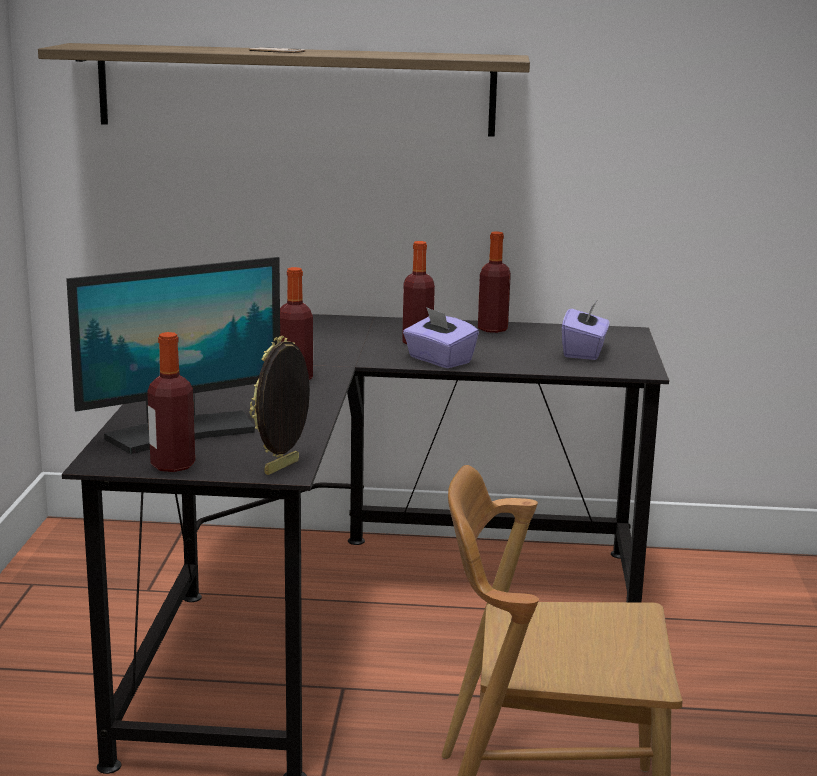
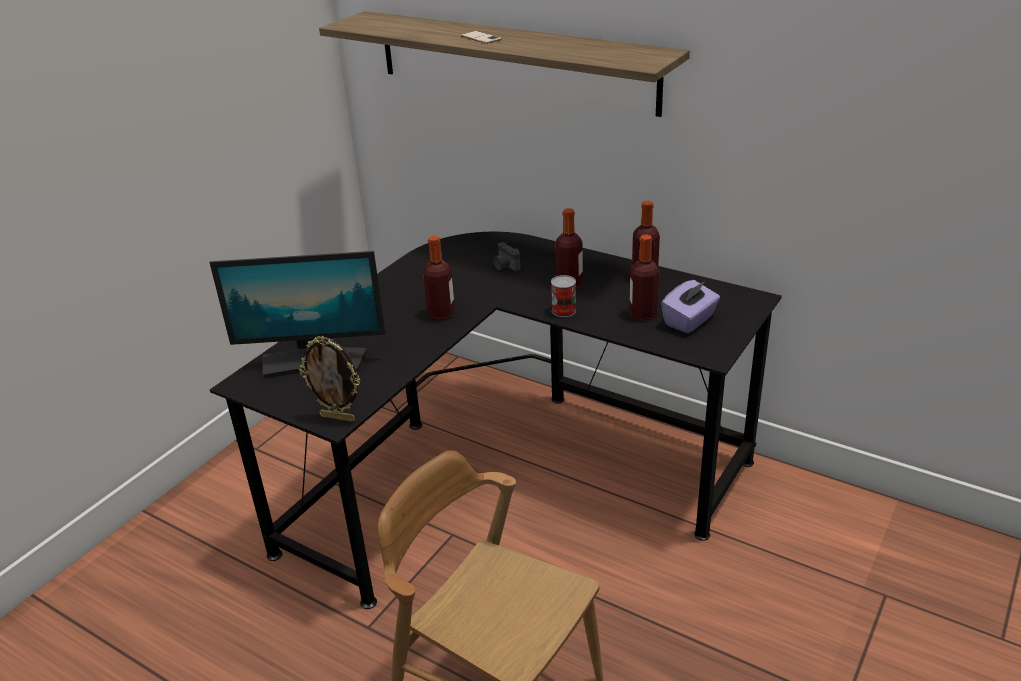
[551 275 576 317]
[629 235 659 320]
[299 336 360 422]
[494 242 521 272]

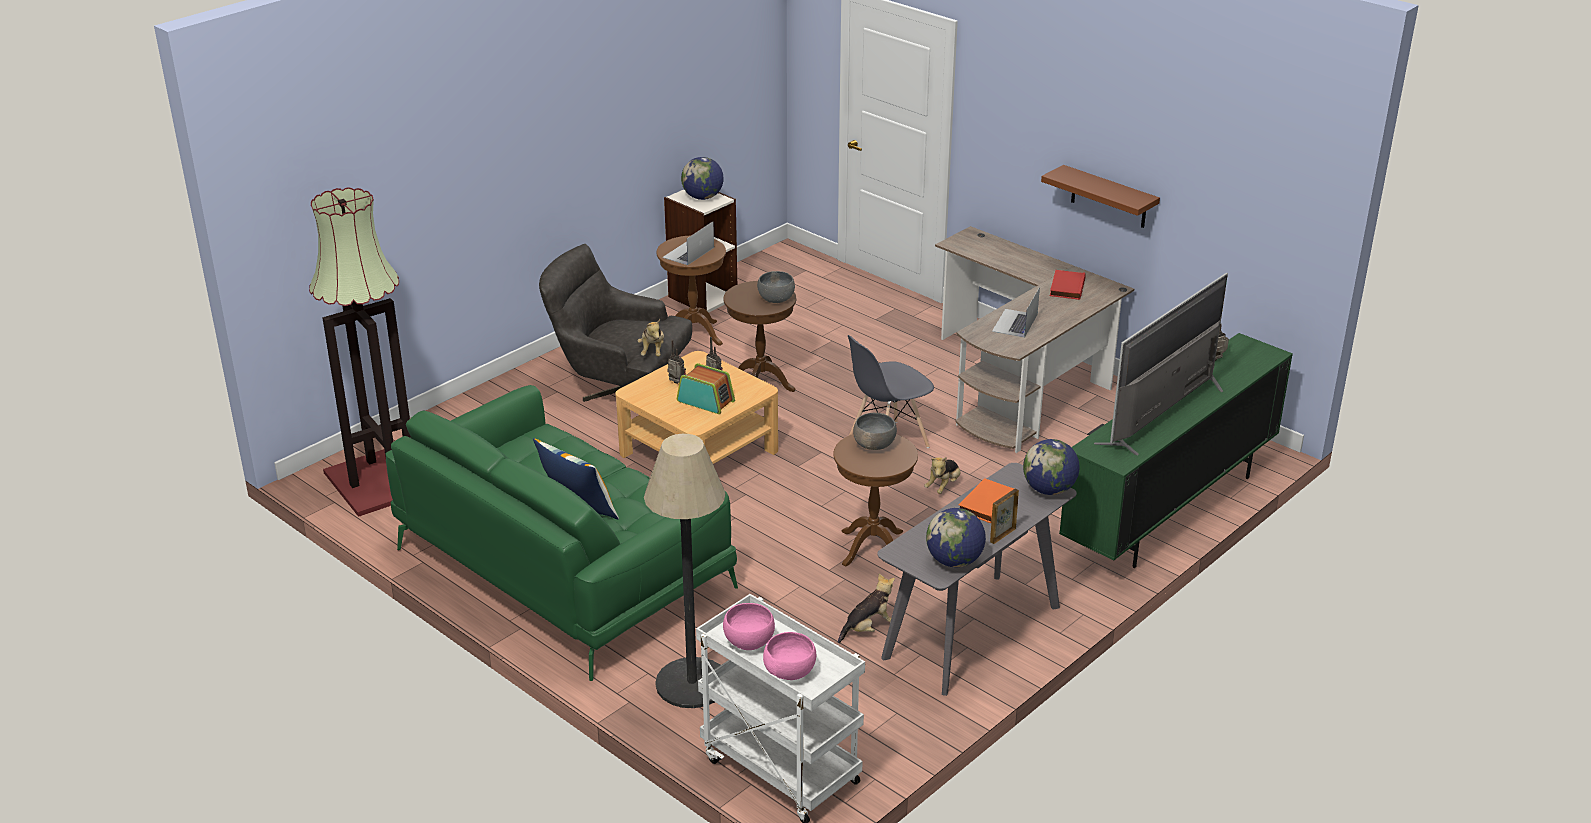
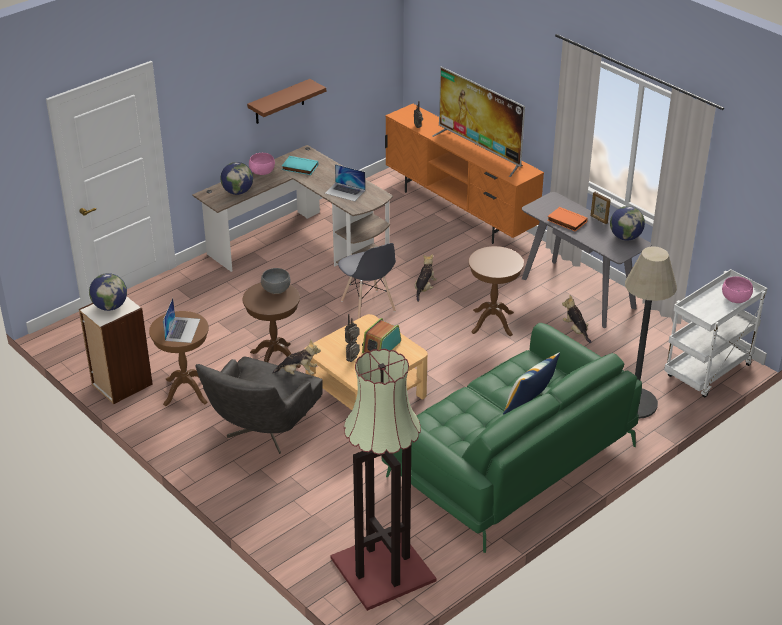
[163 298 200 343]
[282 156 318 175]
[385 104 544 244]
[853 413 897 450] (first image)
[220 162 253 195]
[415 254 437 302]
[249 153 275 175]

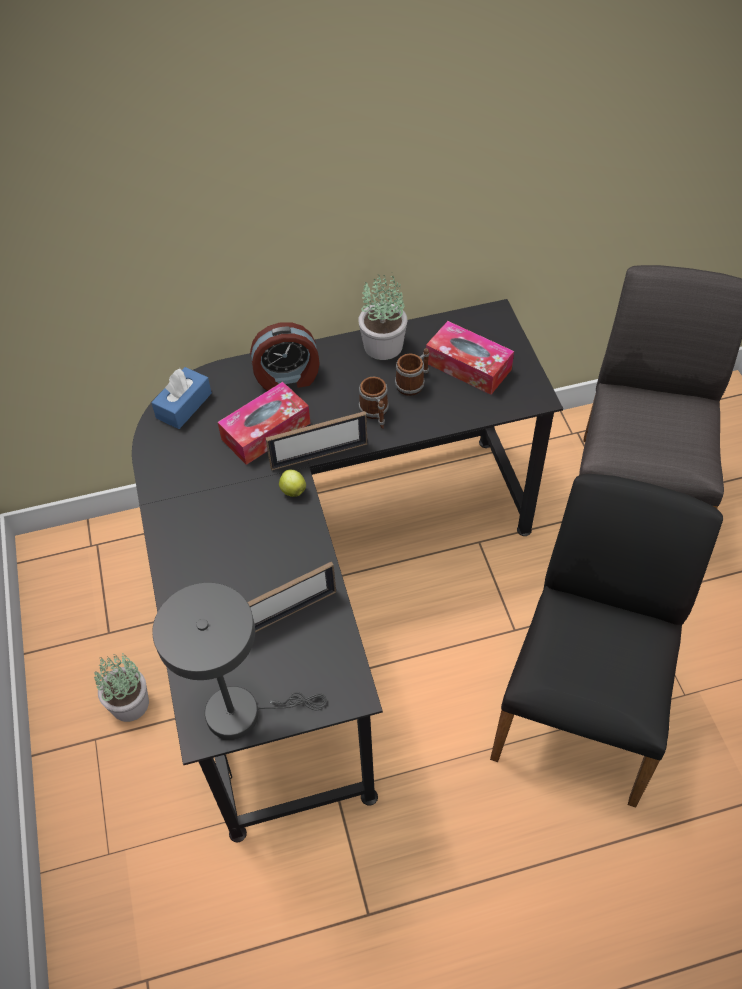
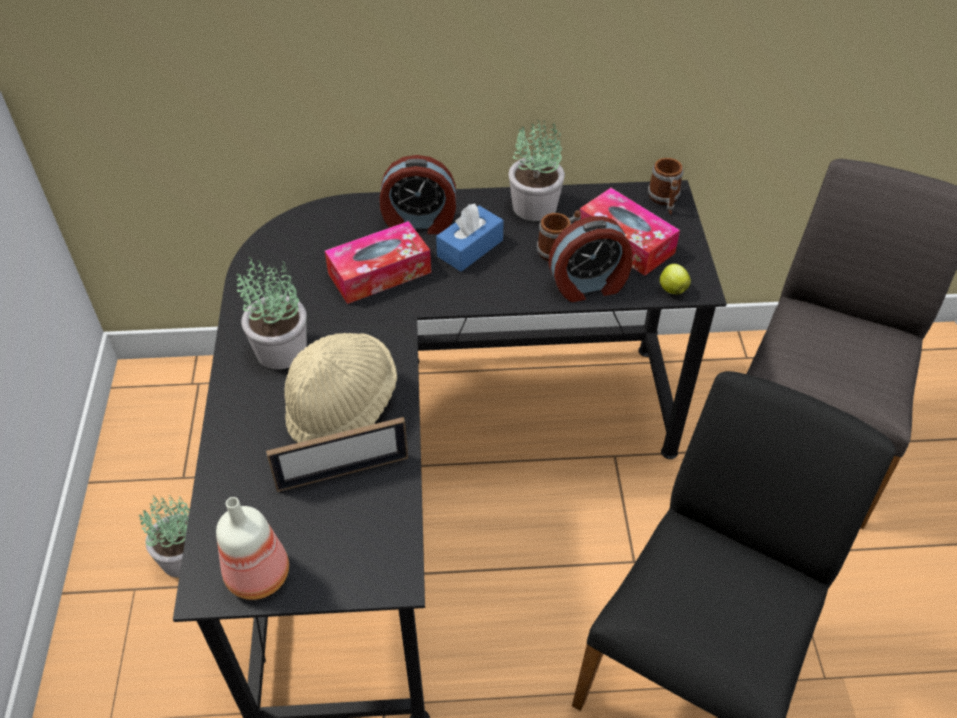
[436 204 504 272]
[648 158 683 215]
[265 411 368 470] (first image)
[660 264 691 294]
[216 497 289 600]
[549 216 633 302]
[236 256 307 370]
[284 333 397 443]

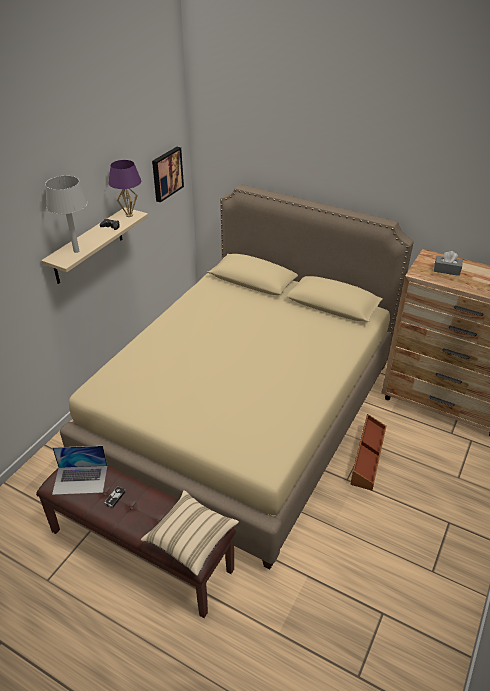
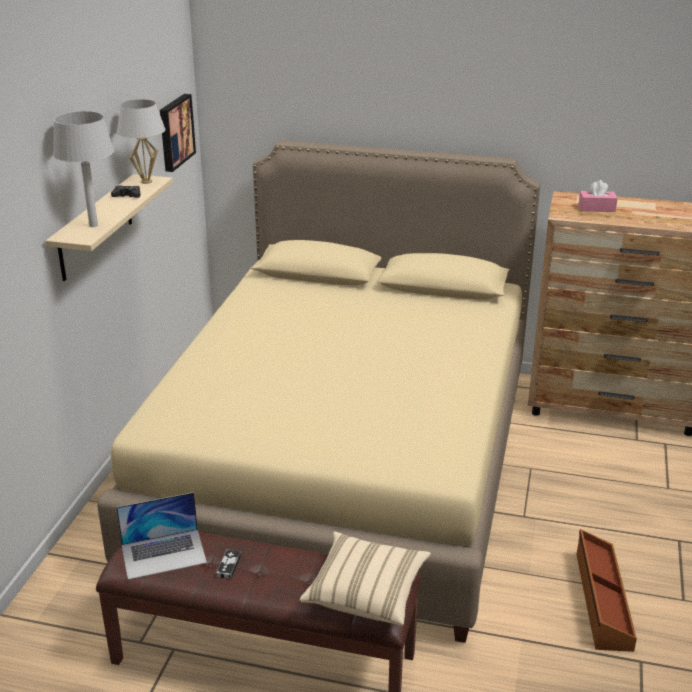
[117 99 165 184]
[578 180 618 212]
[577 529 637 652]

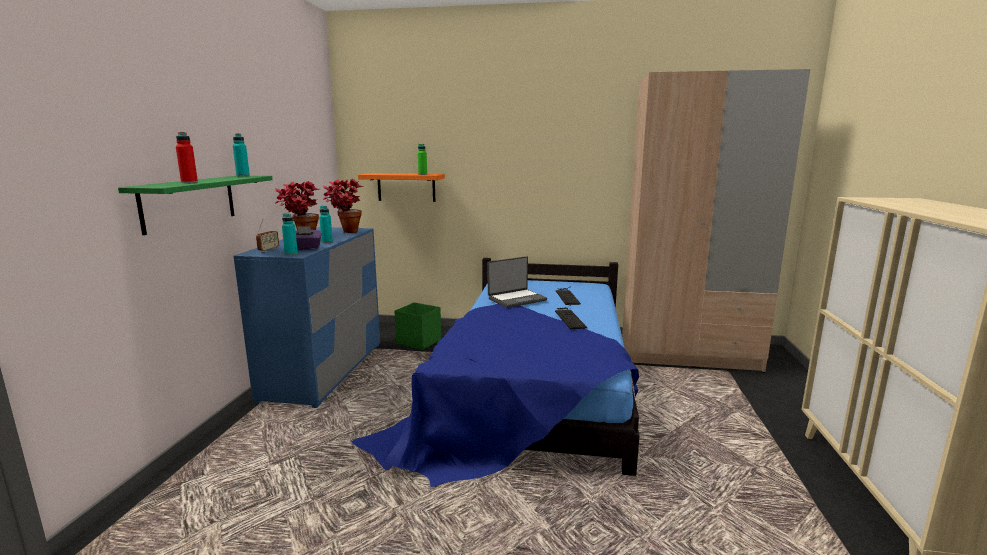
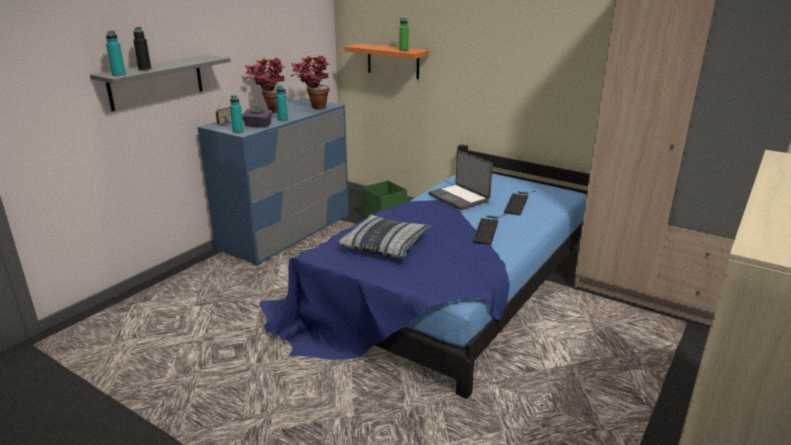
[133 27 152 71]
[106 30 126 76]
[90 55 231 111]
[428 150 493 210]
[337 214 431 258]

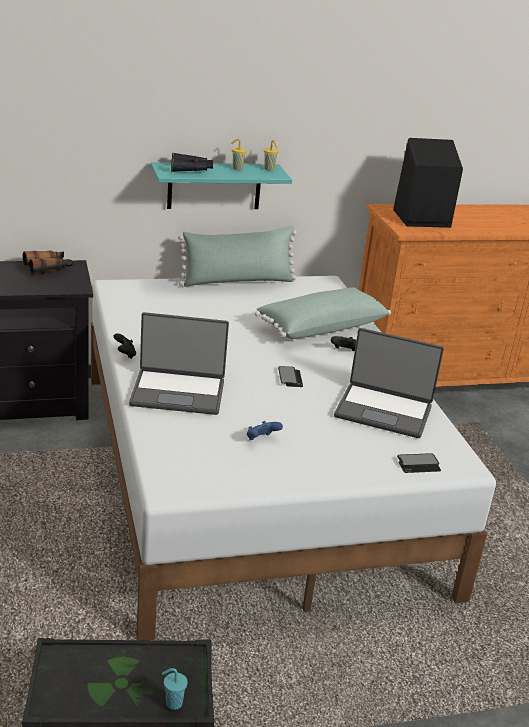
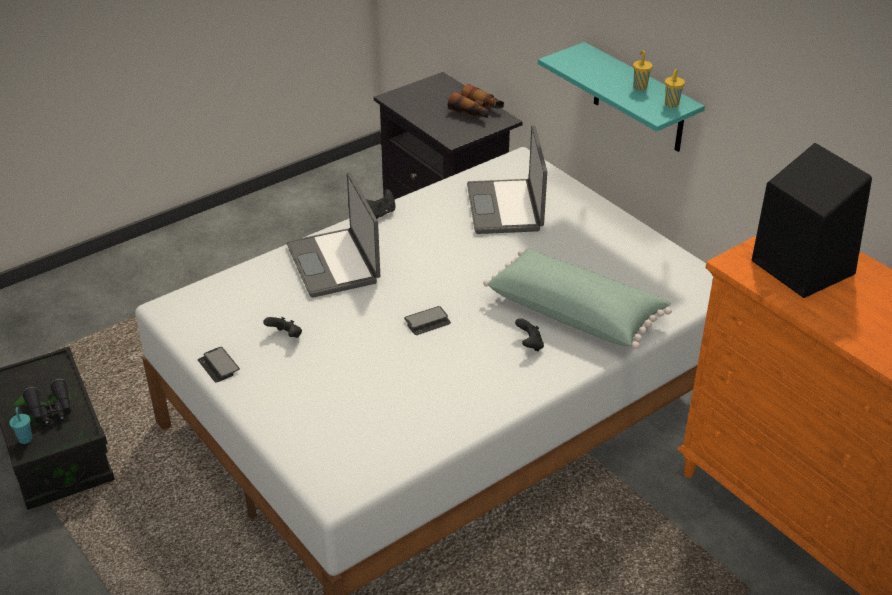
[22 378 71 425]
[178 226 297 287] (first image)
[467 125 547 234]
[263 317 302 338]
[198 347 240 382]

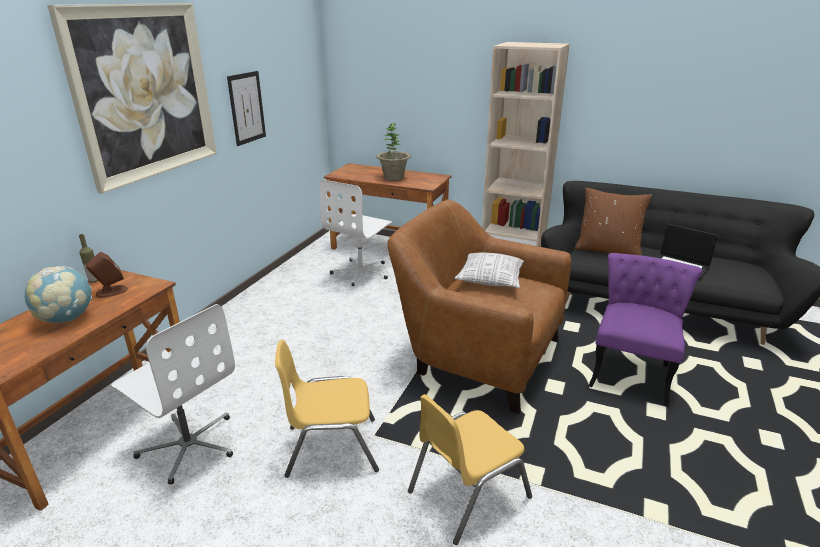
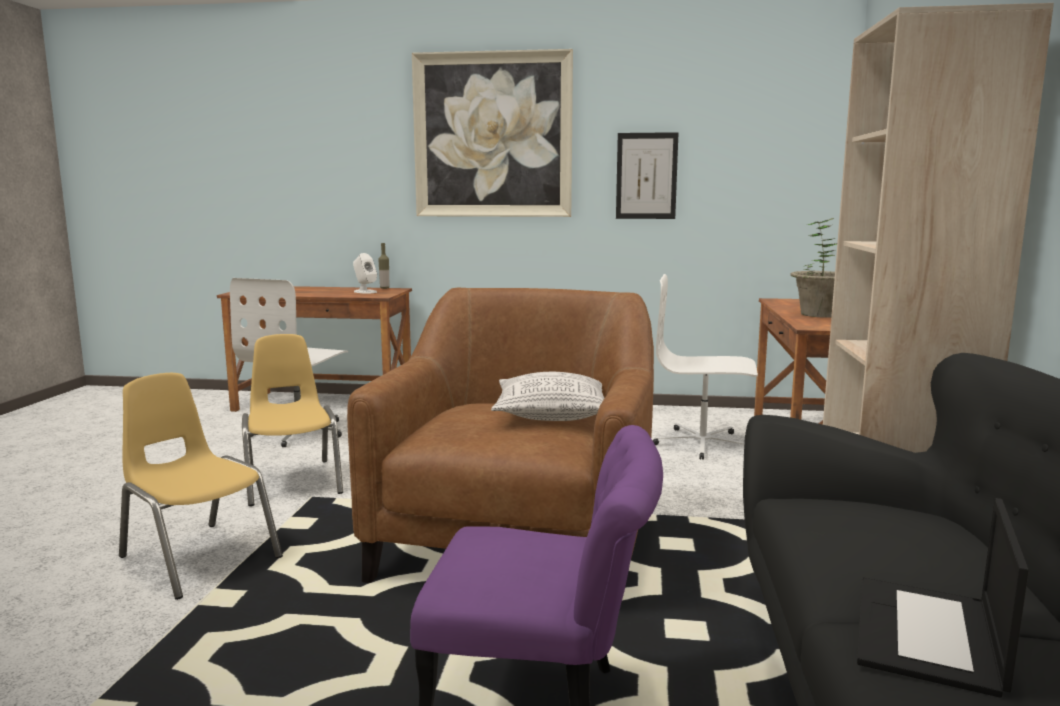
[575 188 652 255] (first image)
[353 253 377 294]
[25 266 92 323] (first image)

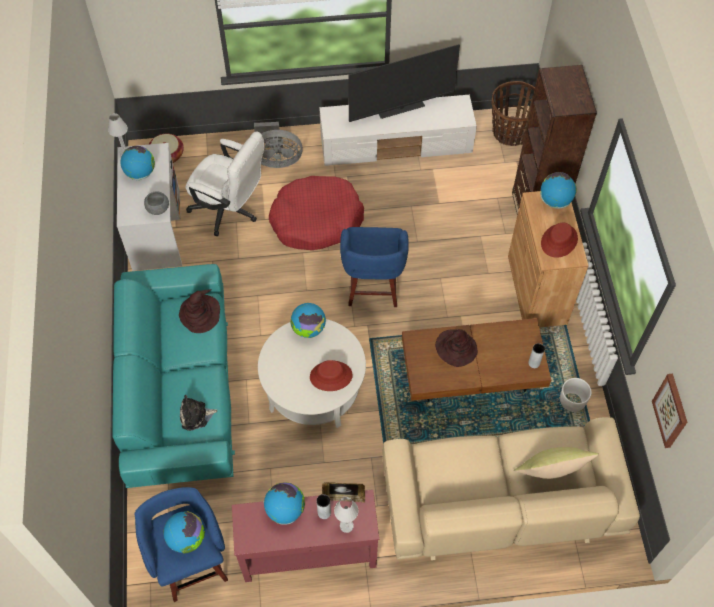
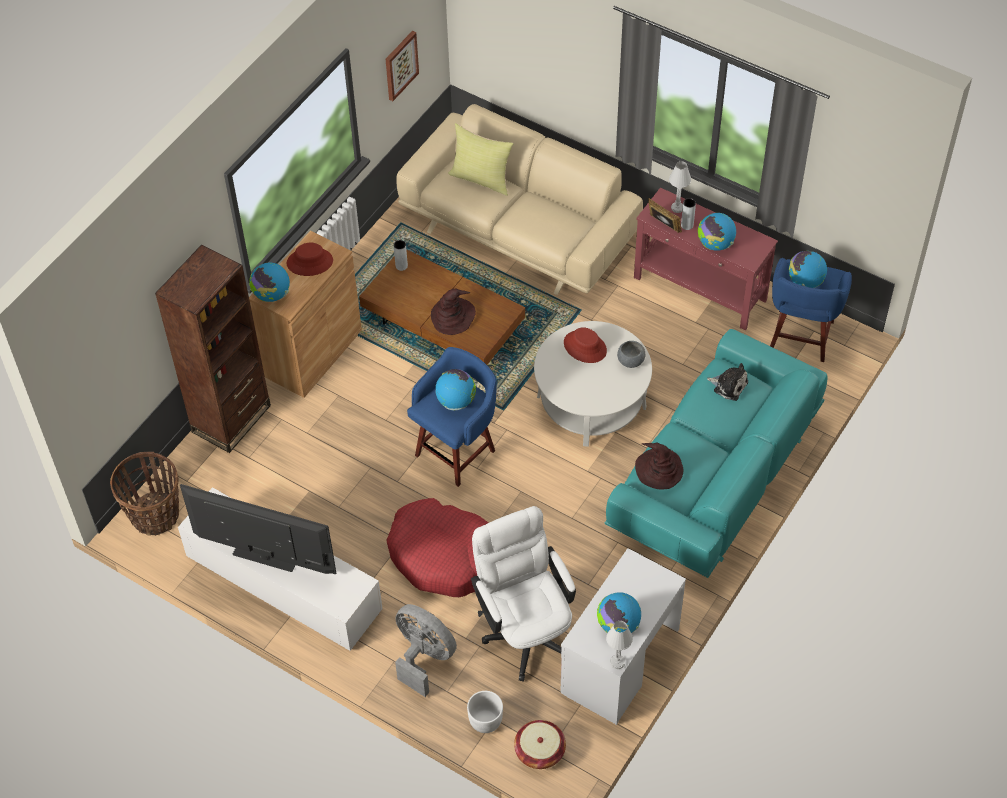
[617 341 646 368]
[435 369 476 410]
[467 691 503 733]

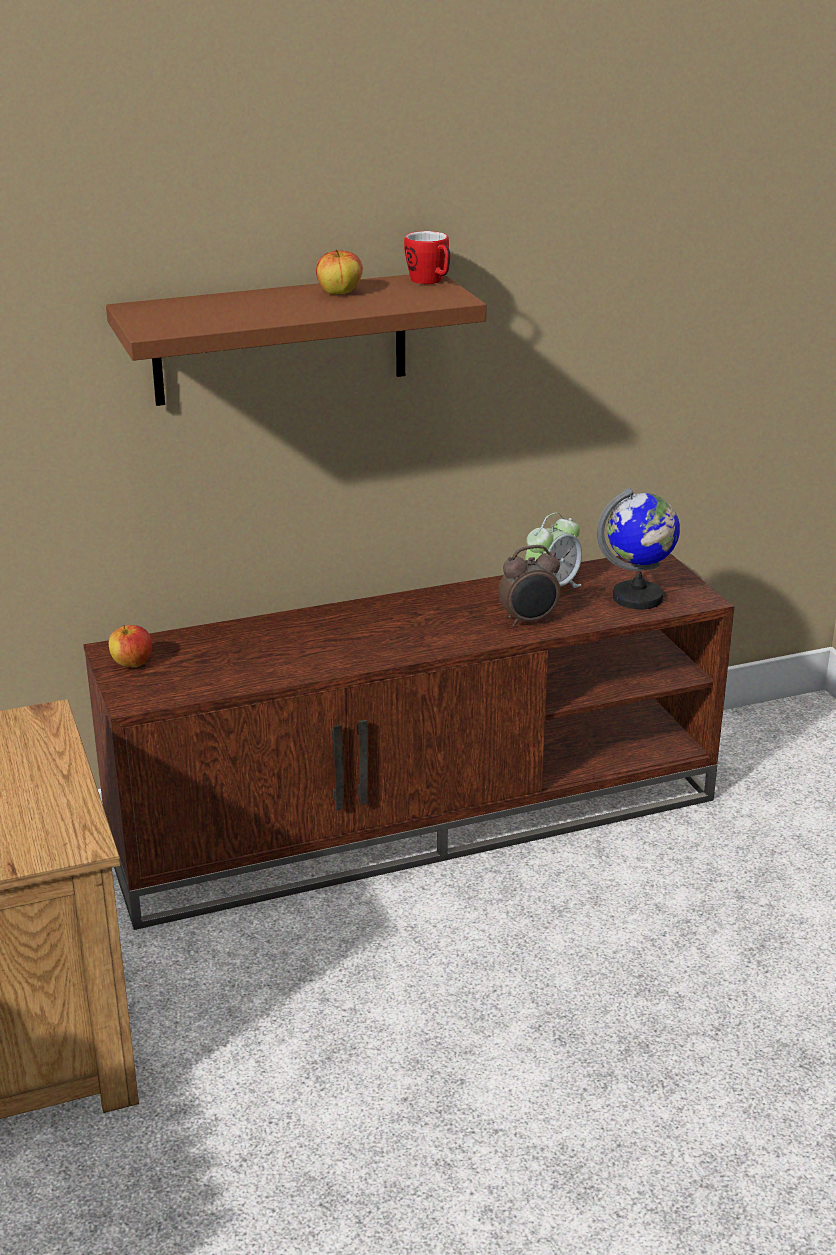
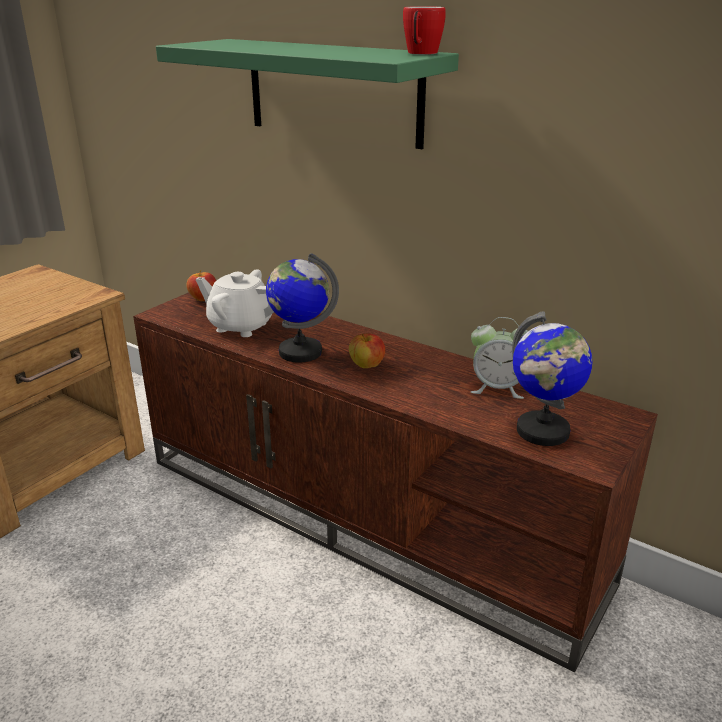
[349 333 385 368]
[156 39 459 149]
[498 545 560 627] (first image)
[266 253 339 362]
[196 269 274 337]

